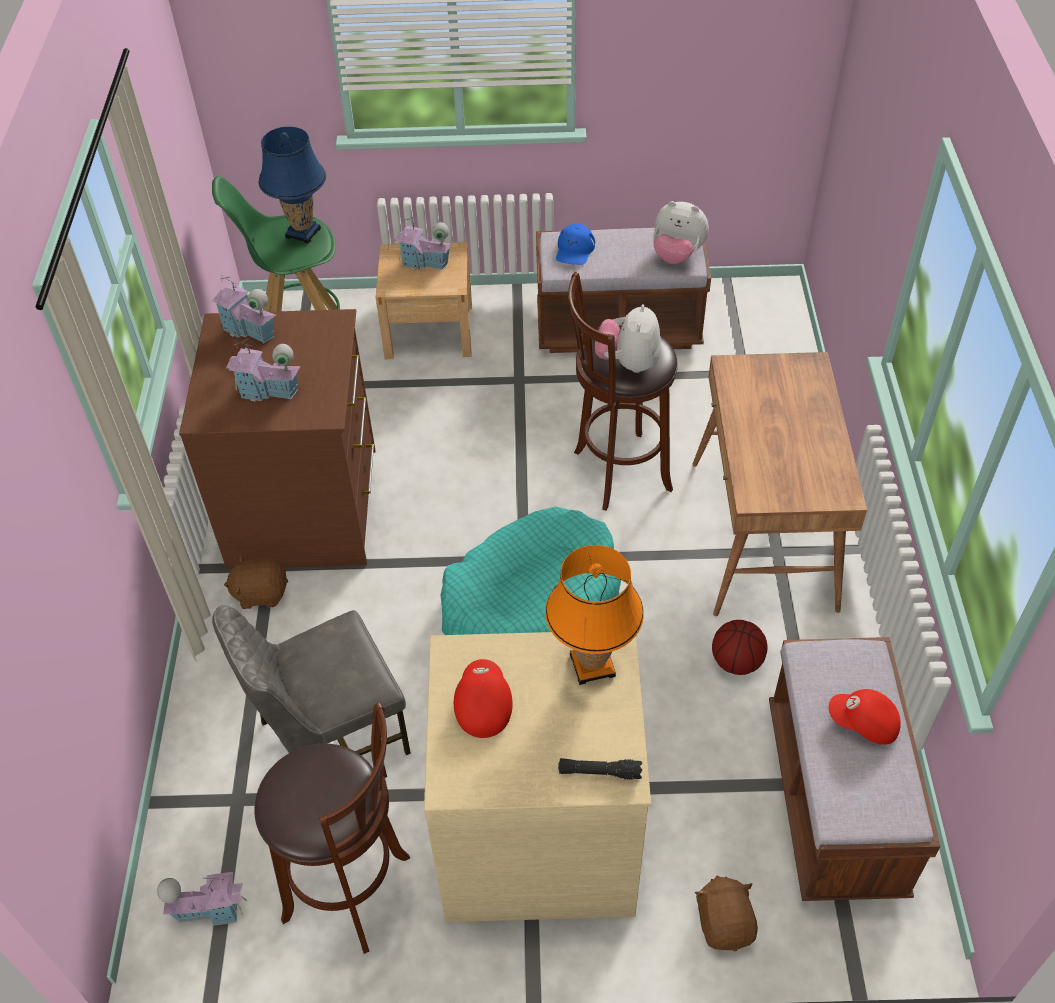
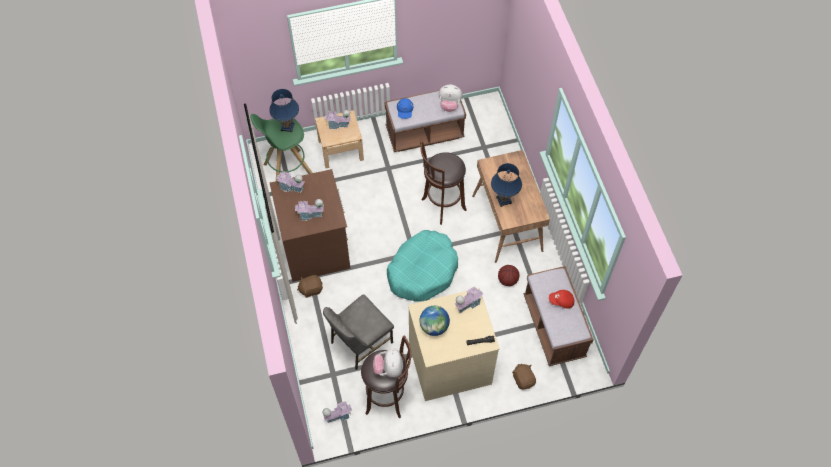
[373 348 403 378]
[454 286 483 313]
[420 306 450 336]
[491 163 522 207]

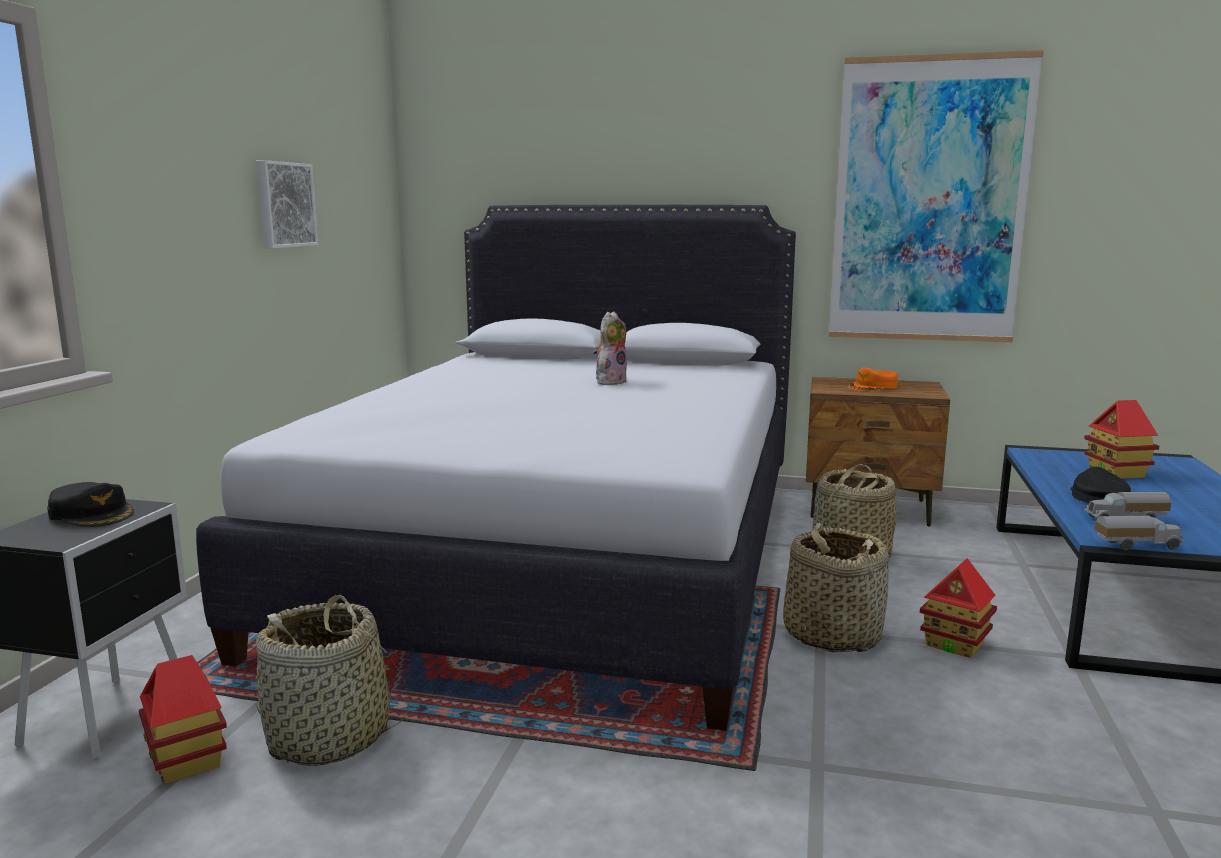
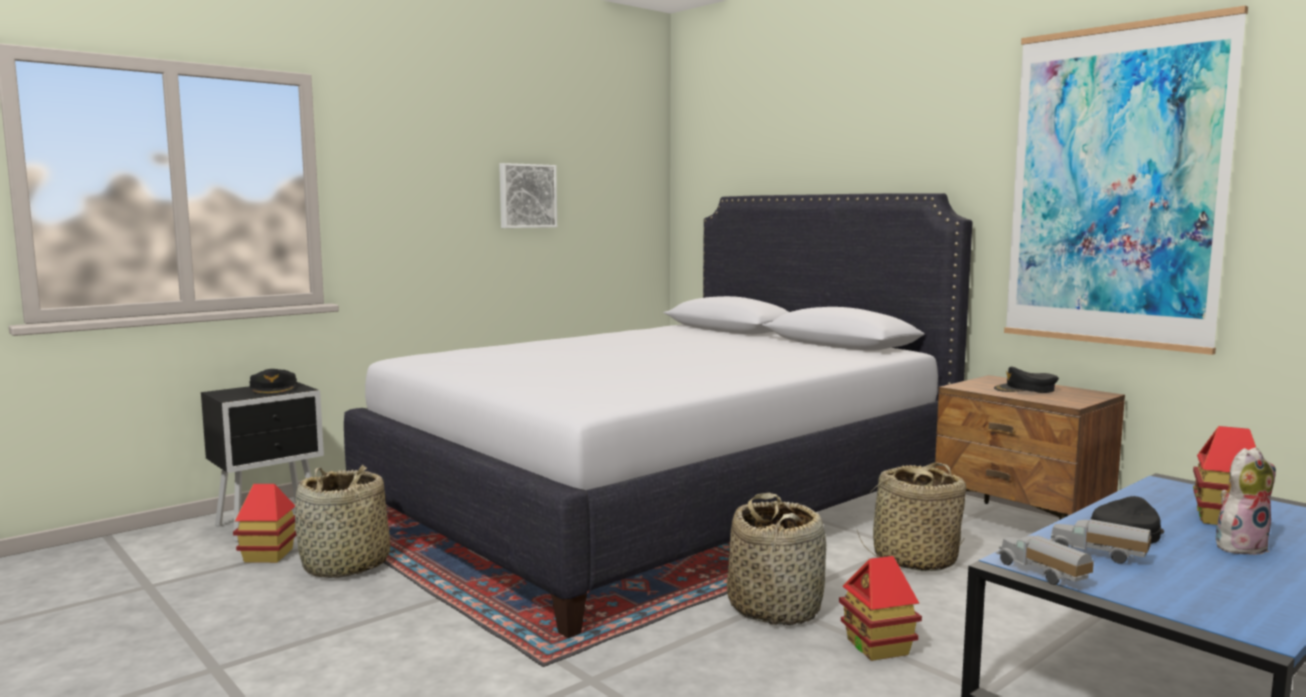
[1216 447 1276 555]
[994 367 1059 393]
[996 536 1094 585]

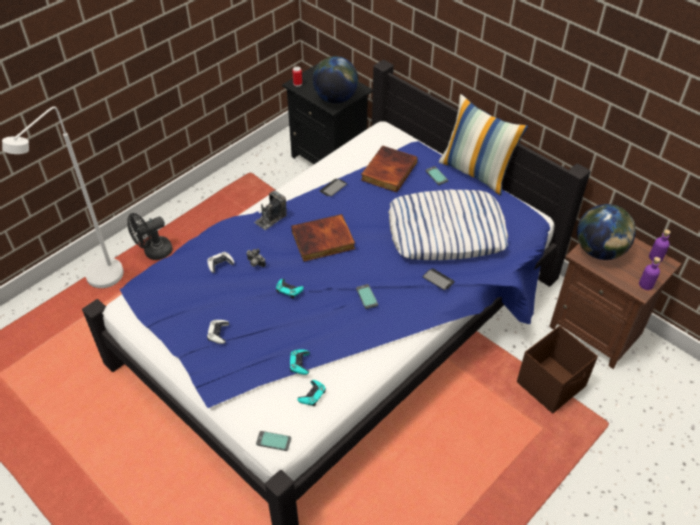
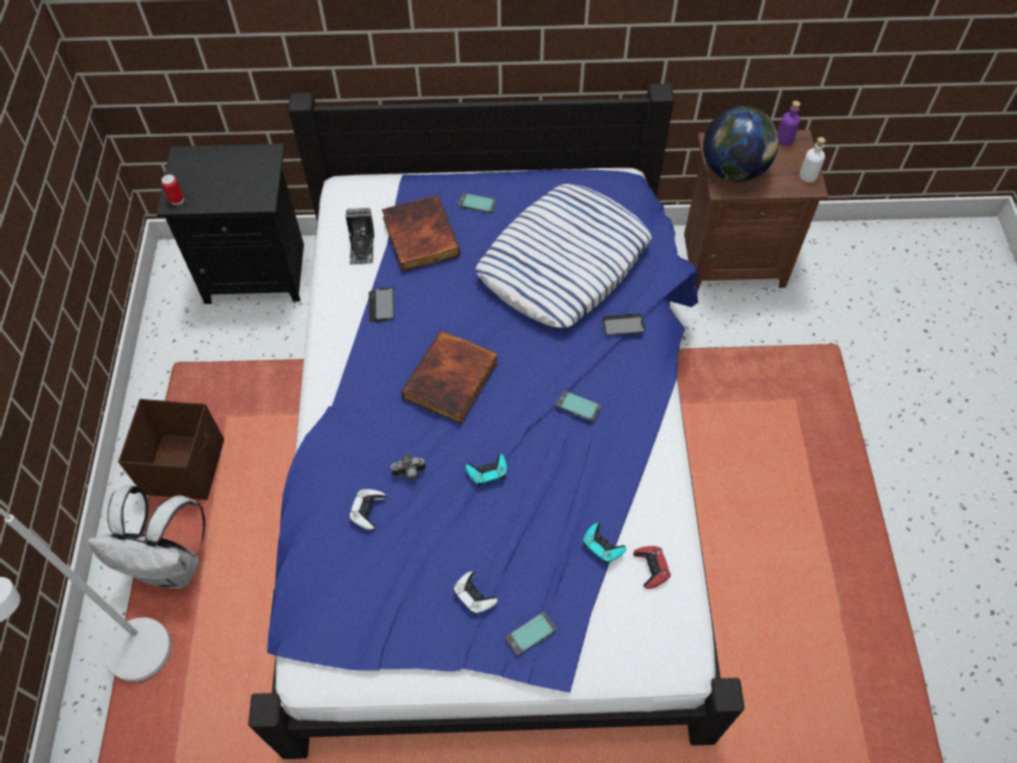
[313 56 358 104] (first image)
[439 94 528 195] (first image)
[346 208 374 265]
[88 485 205 589]
[799 137 826 182]
[118 399 224 500]
[633 546 671 589]
[506 612 556 656]

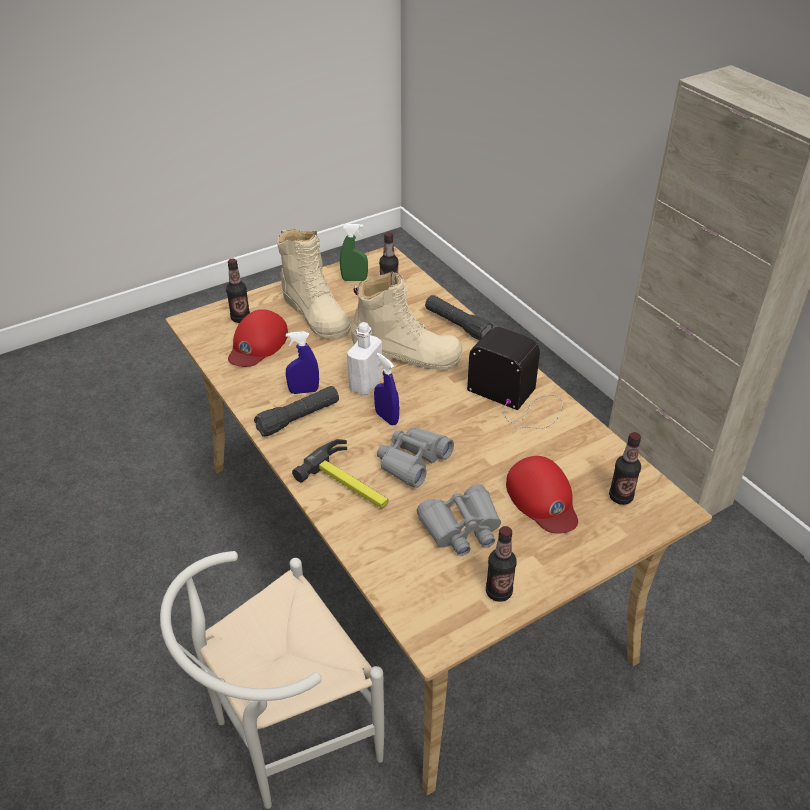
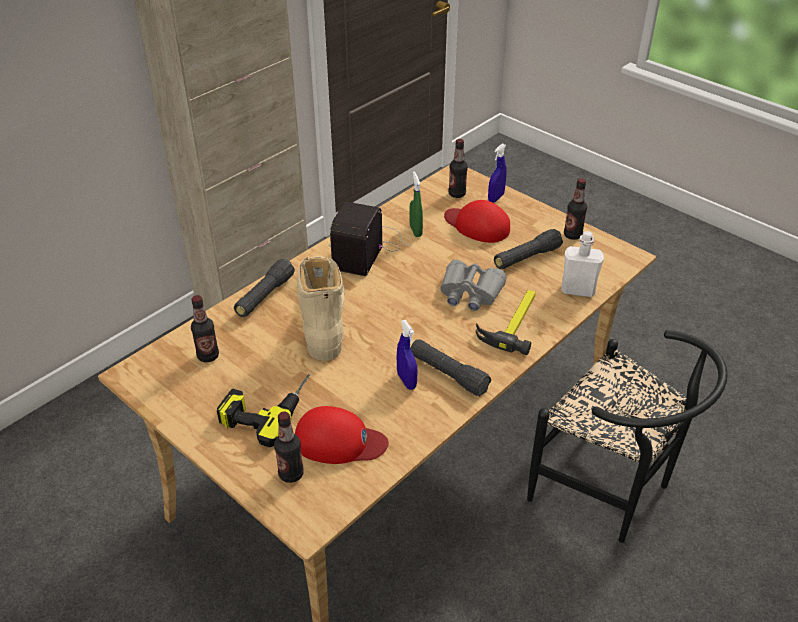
[409 172 423 237]
[217 374 310 447]
[561 231 604 297]
[488 144 507 203]
[444 200 510 243]
[494 229 563 269]
[527 330 728 543]

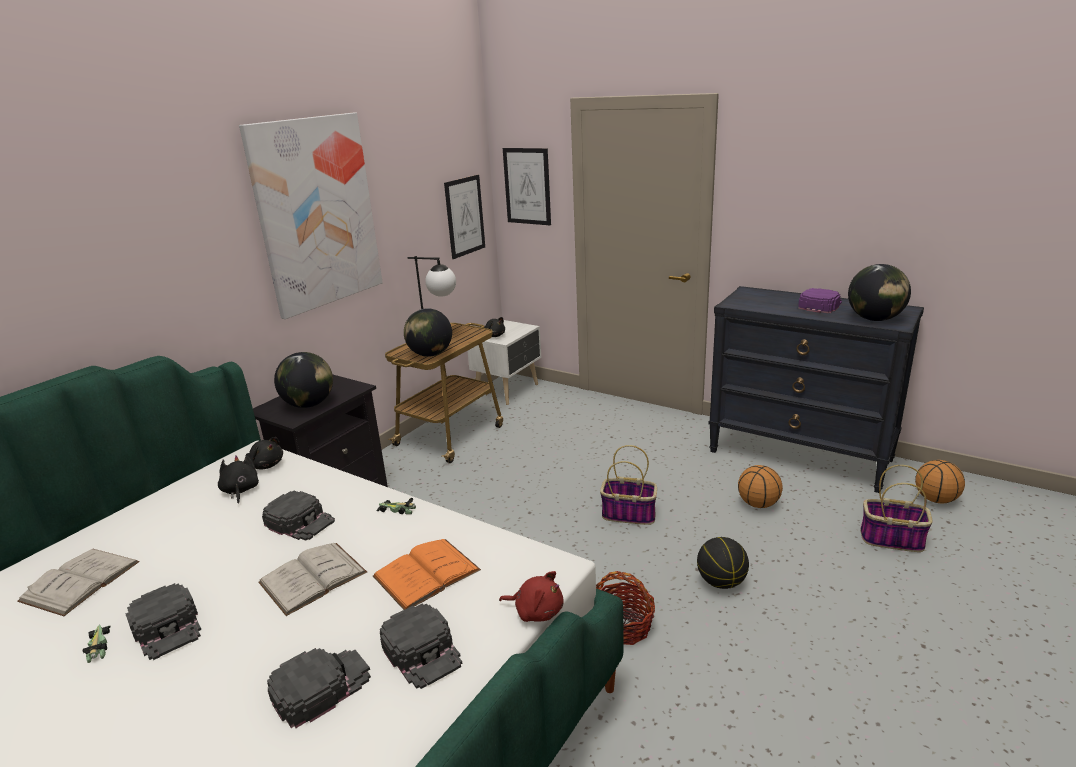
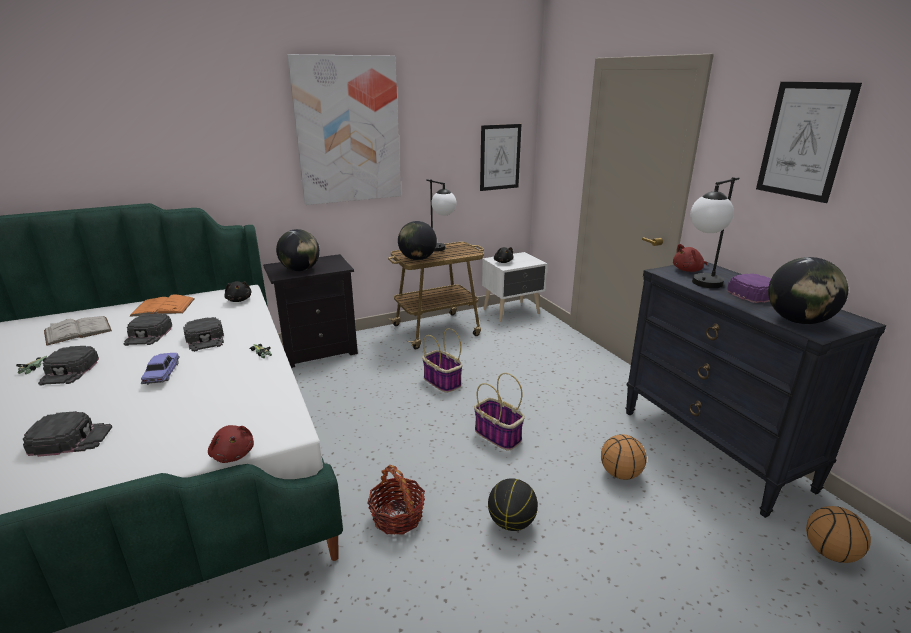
[756 82 862 203]
[218 455 259 504] (first image)
[422 328 462 393]
[129 294 195 317]
[141 353 180 385]
[123 314 172 346]
[690 177 740 288]
[673 244 707 272]

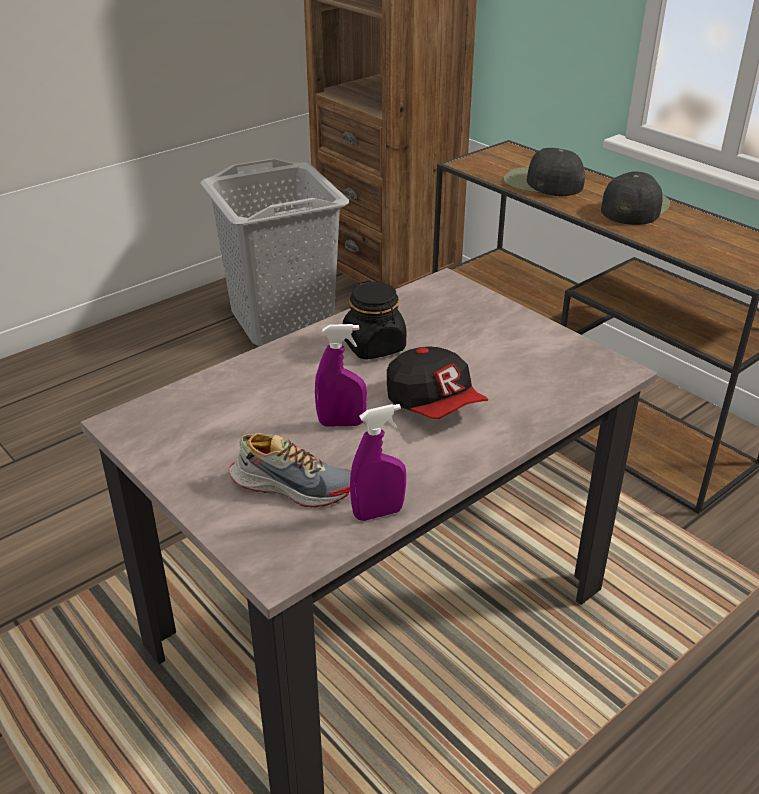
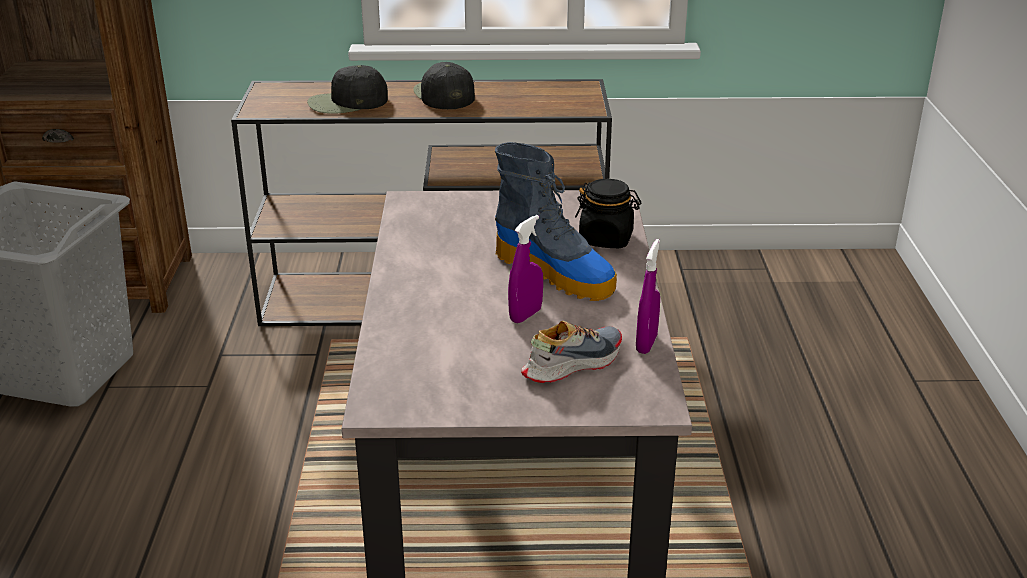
[575 179 641 248]
[495 142 617 301]

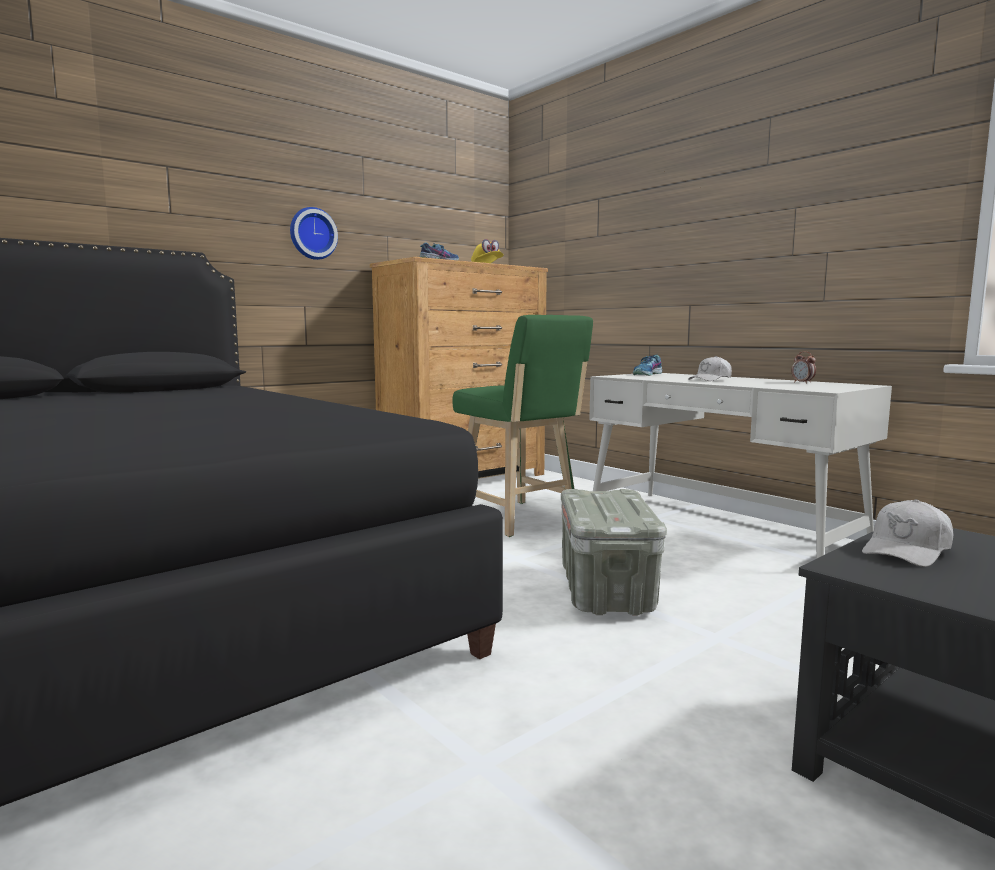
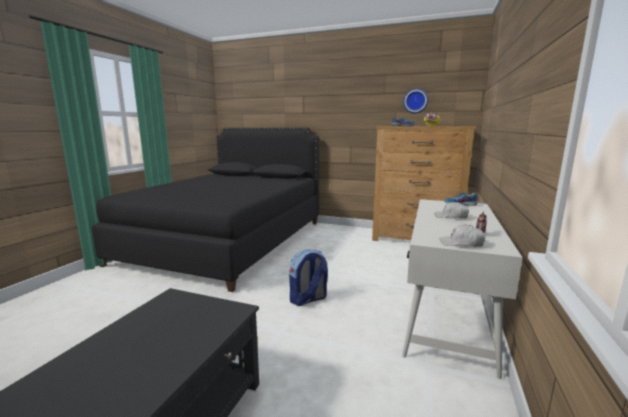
[403 89 428 113]
[452 315 593 537] (first image)
[289 249 328 306]
[439 225 485 247]

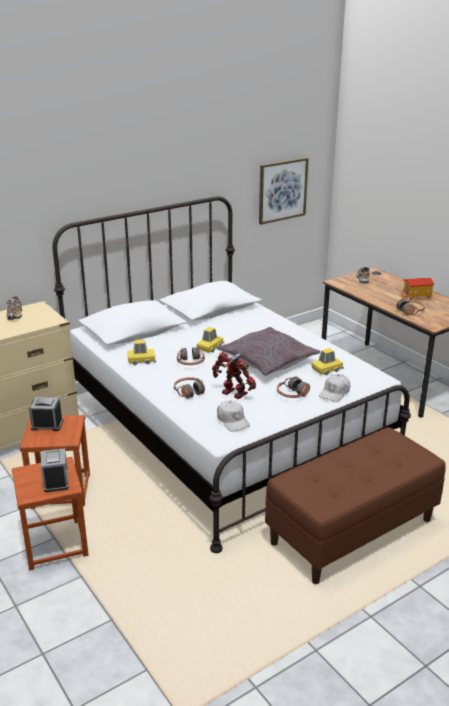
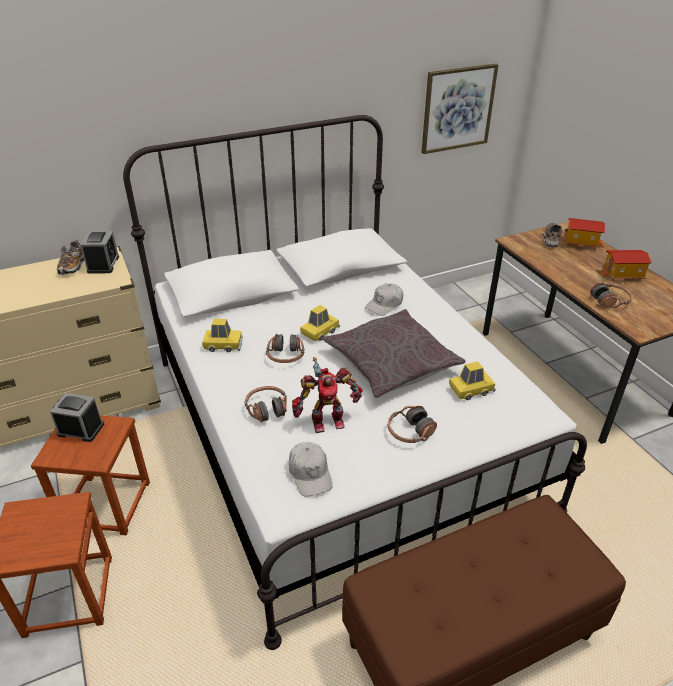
[292 357 363 433]
[365 283 403 316]
[80 231 119 274]
[565 218 605 249]

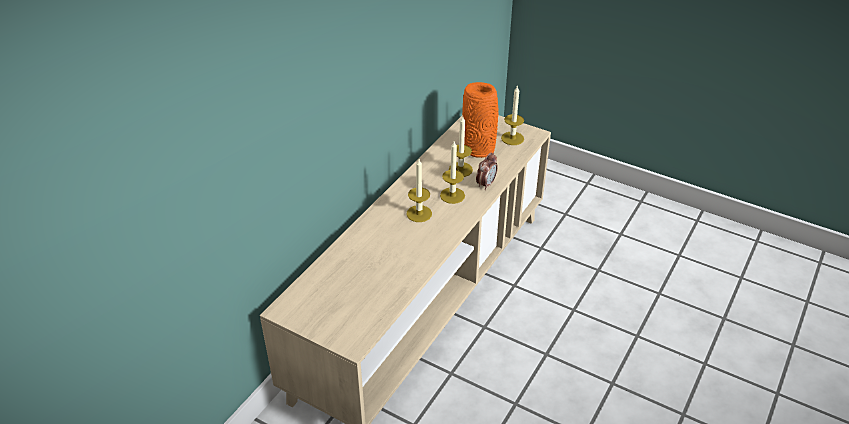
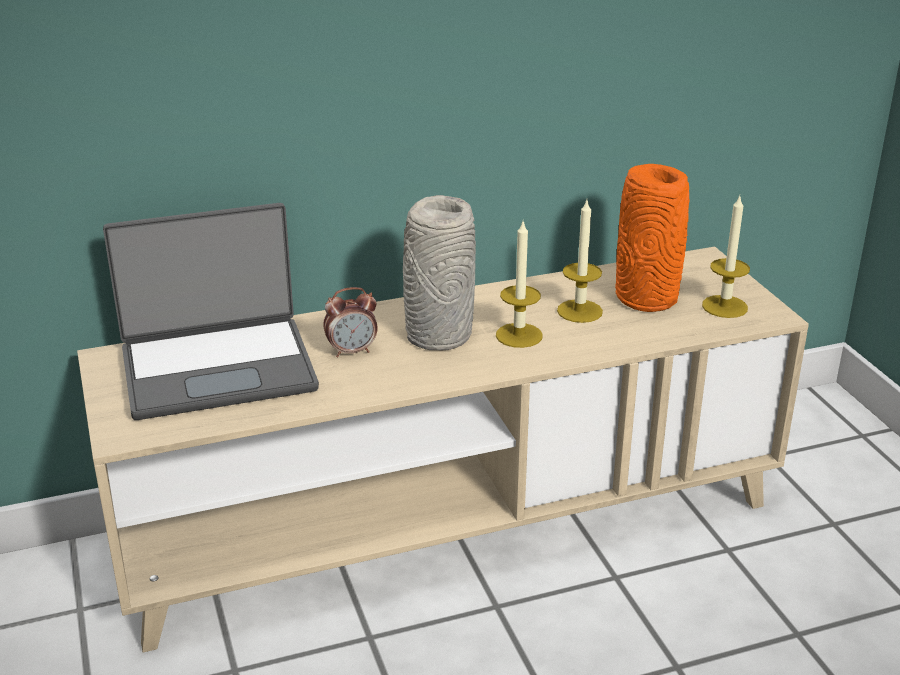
[323 287 378 357]
[403 195 476 350]
[103 203 319 420]

